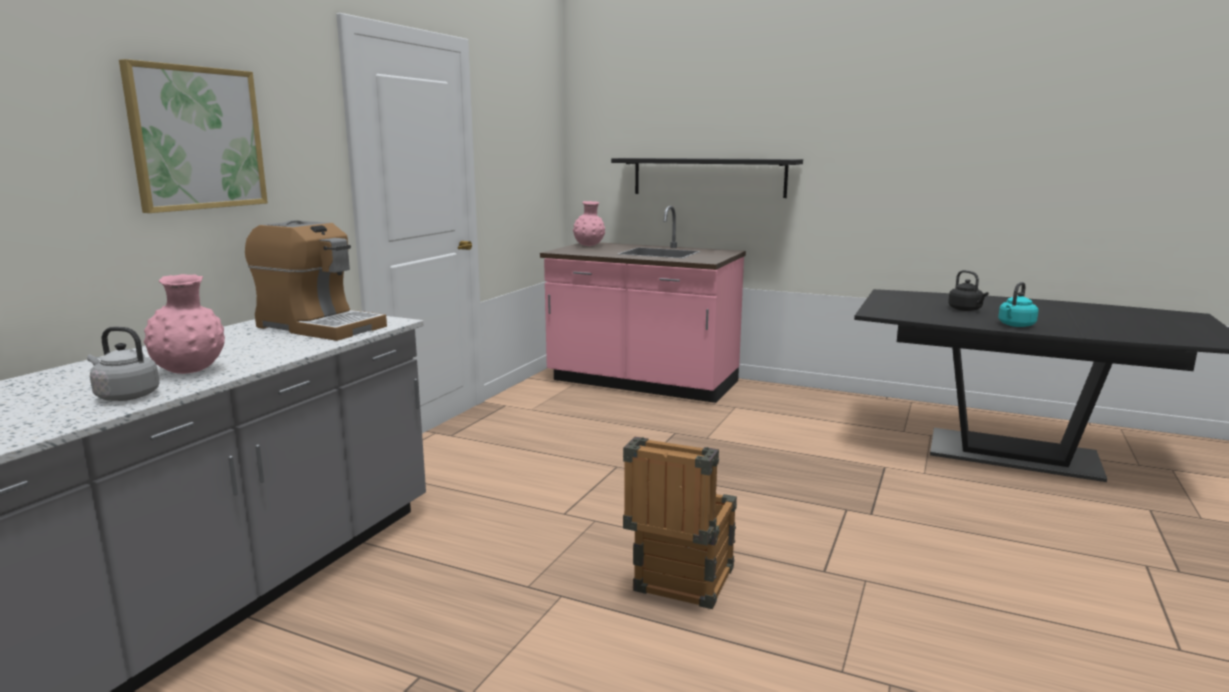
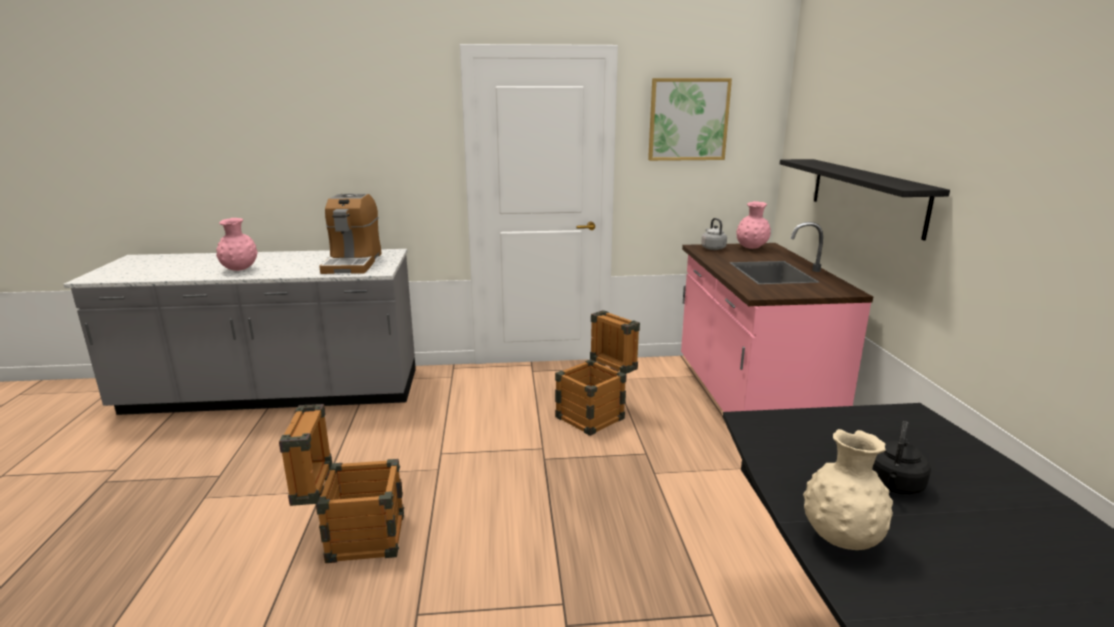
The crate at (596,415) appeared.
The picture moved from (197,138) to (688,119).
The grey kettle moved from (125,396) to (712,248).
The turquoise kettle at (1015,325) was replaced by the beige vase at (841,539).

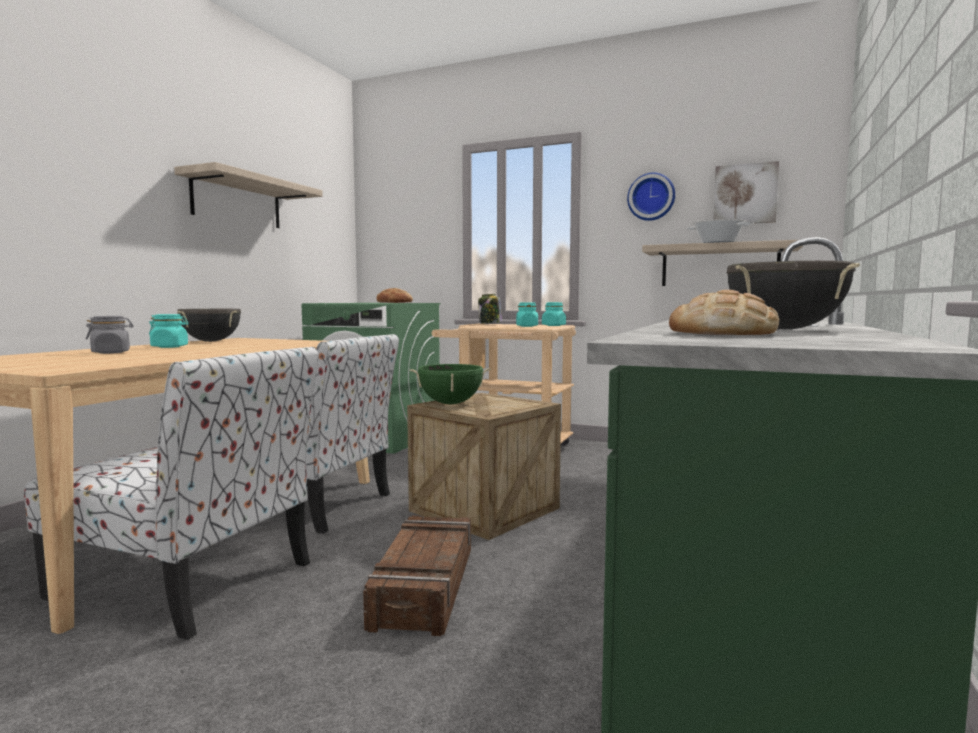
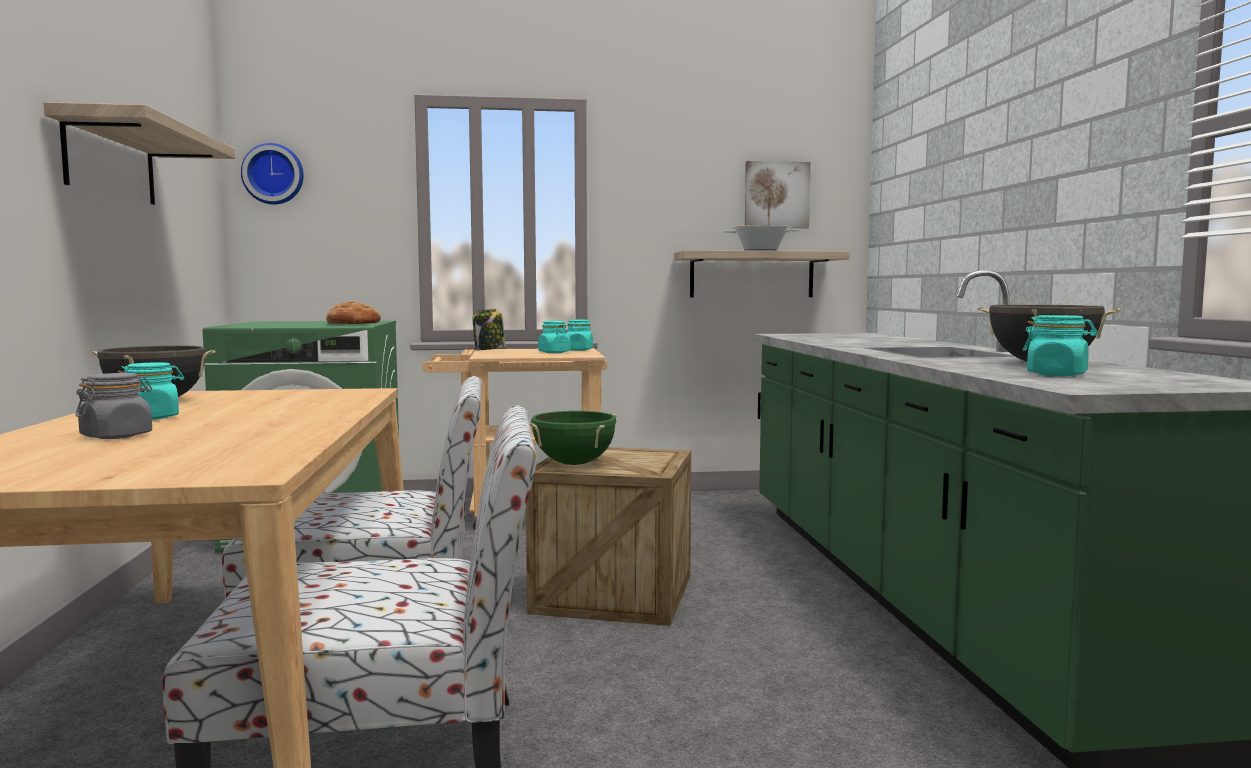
The wall clock moved from (651,197) to (274,174).
The bread at (722,333) was replaced by the turquoise jar at (1057,374).
The crate at (423,586) disappeared.

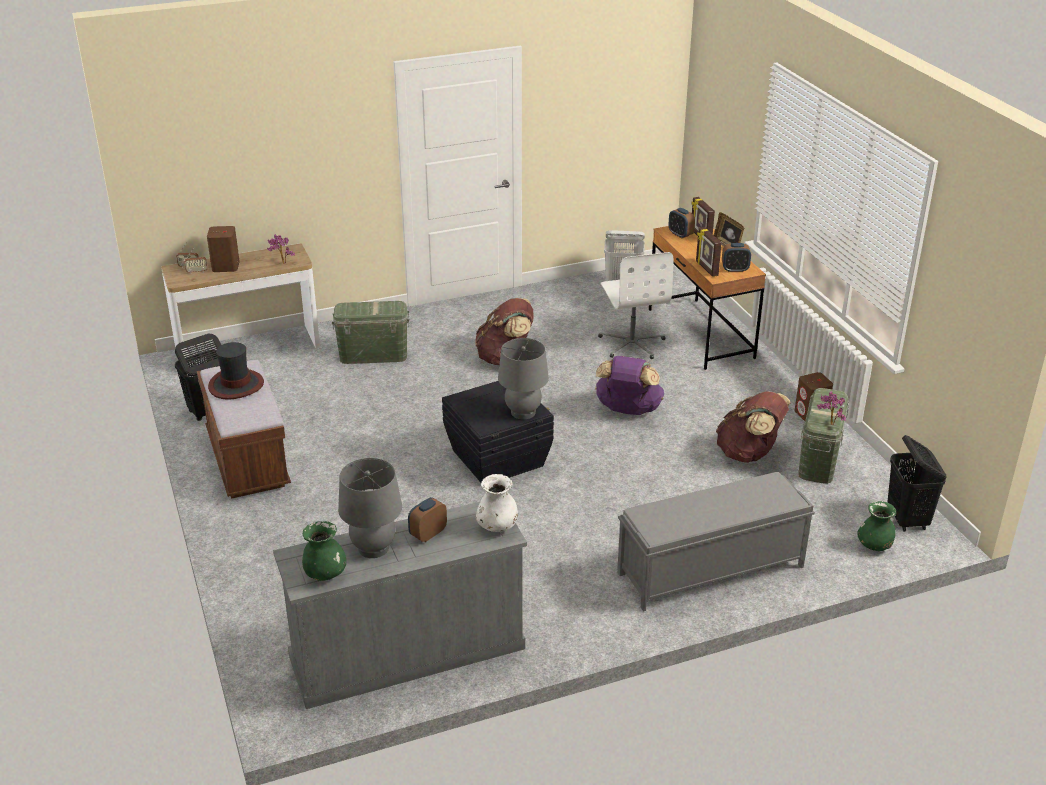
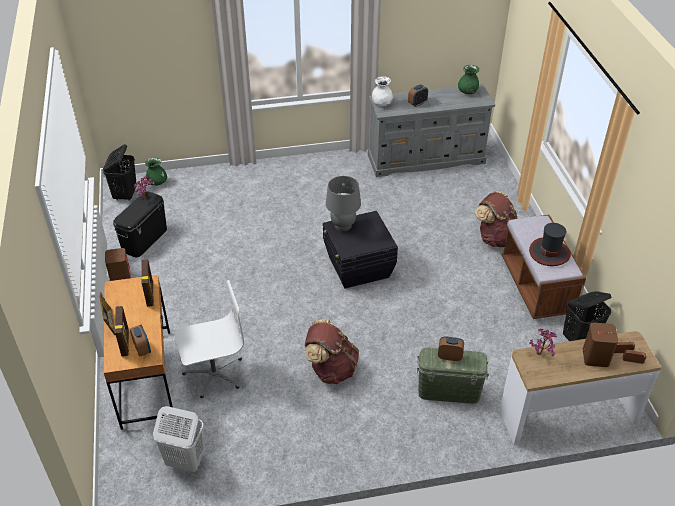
The green storage box at (819,460) became the black storage box at (144,239).
The white office chair at (632,343) turned 75 degrees clockwise.
The alarm clock moved from (735,270) to (449,356).
The brown backpack moved from (749,454) to (496,238).
The grey table lamp at (373,548) disappeared.
The purple backpack at (627,410) disappeared.
The grey bench at (709,570) disappeared.

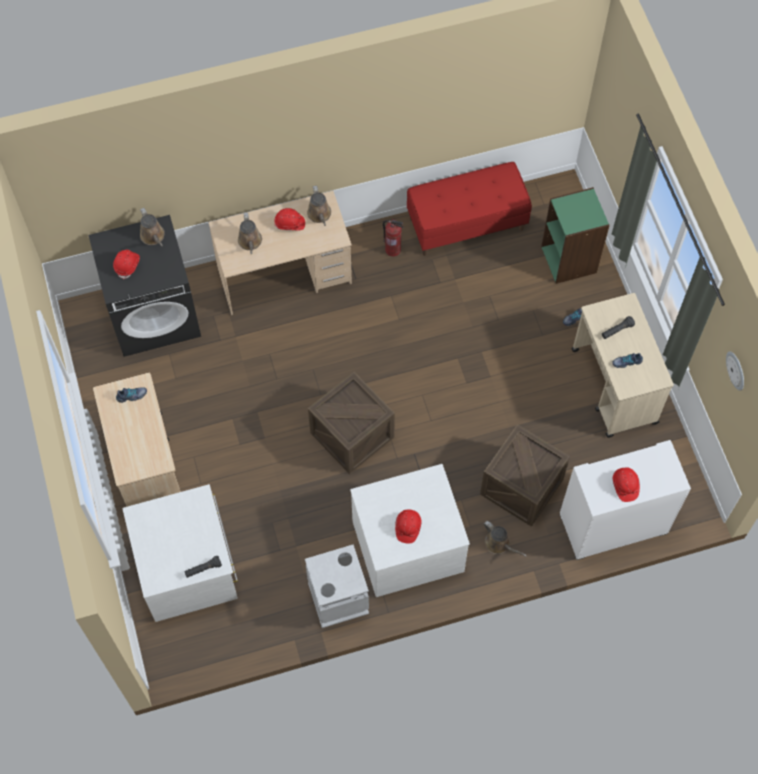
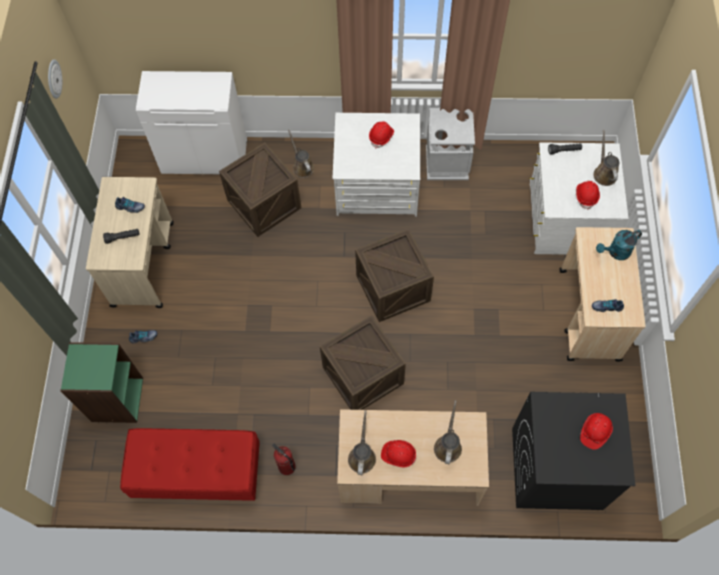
The crate at (363,375) appeared.
The red hard hat moved from (625,486) to (586,196).
The brown watering can moved from (153,236) to (604,173).
The turquoise watering can at (616,252) appeared.

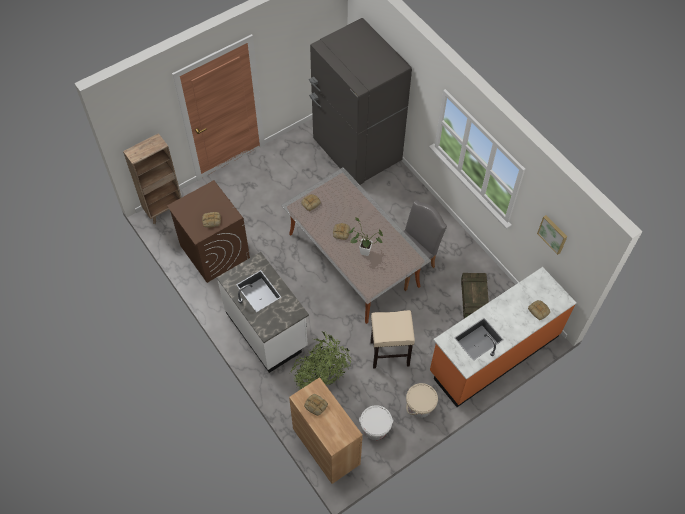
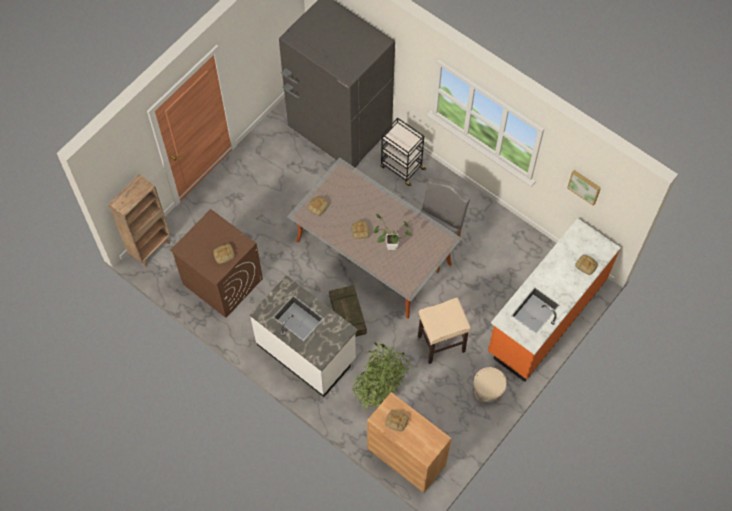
The crate moved from (473,299) to (347,316).
The black cart at (401,167) appeared.
The white bucket at (375,428) disappeared.

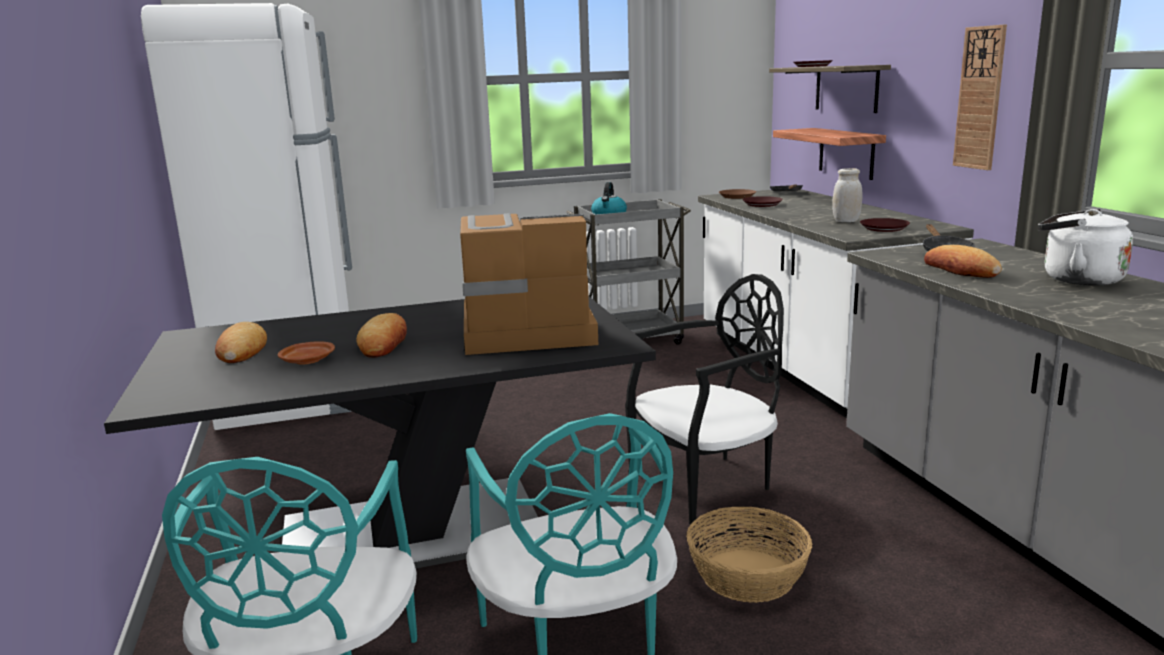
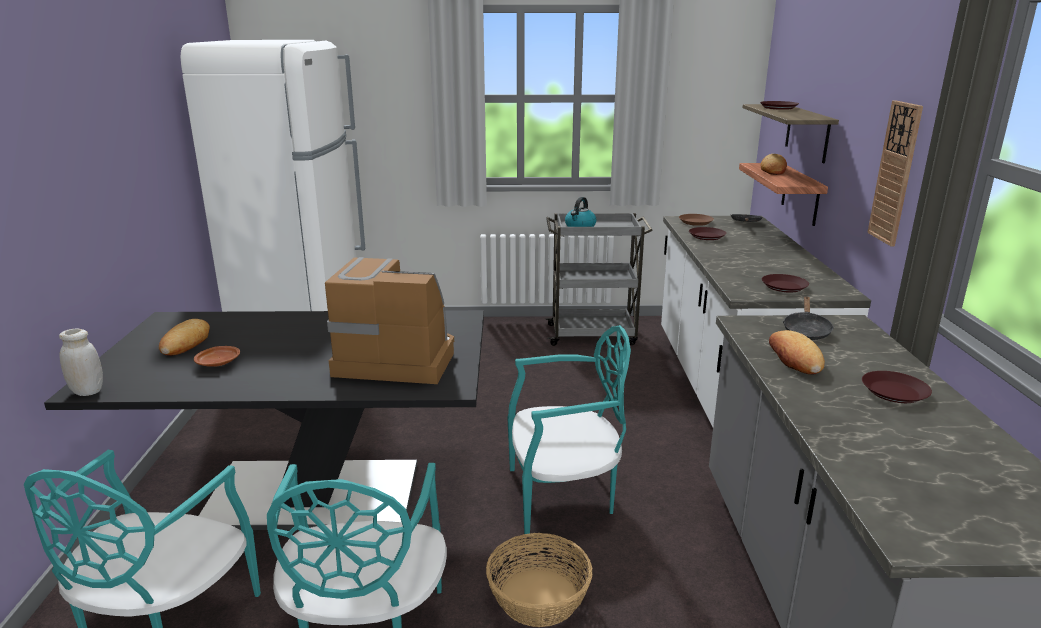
The white jar moved from (846,221) to (87,391).
The black chair at (706,484) became the turquoise chair at (563,496).
The bread moved from (384,342) to (774,169).
The white kettle at (1076,279) was replaced by the brown plate at (894,392).

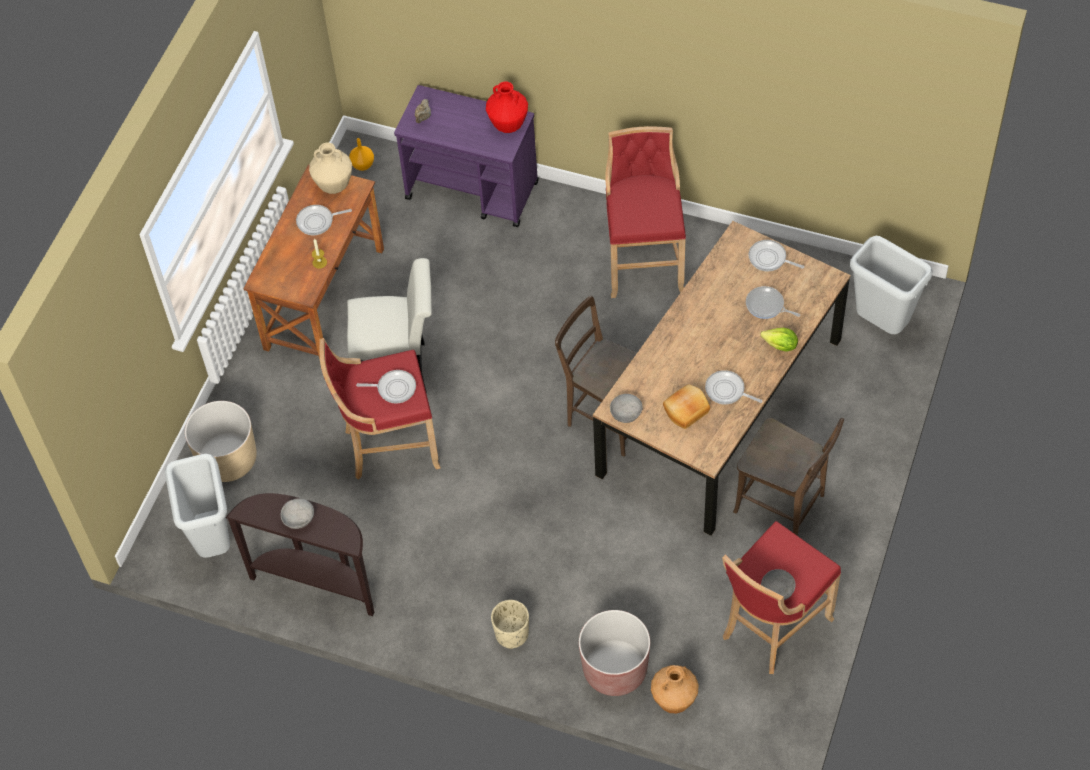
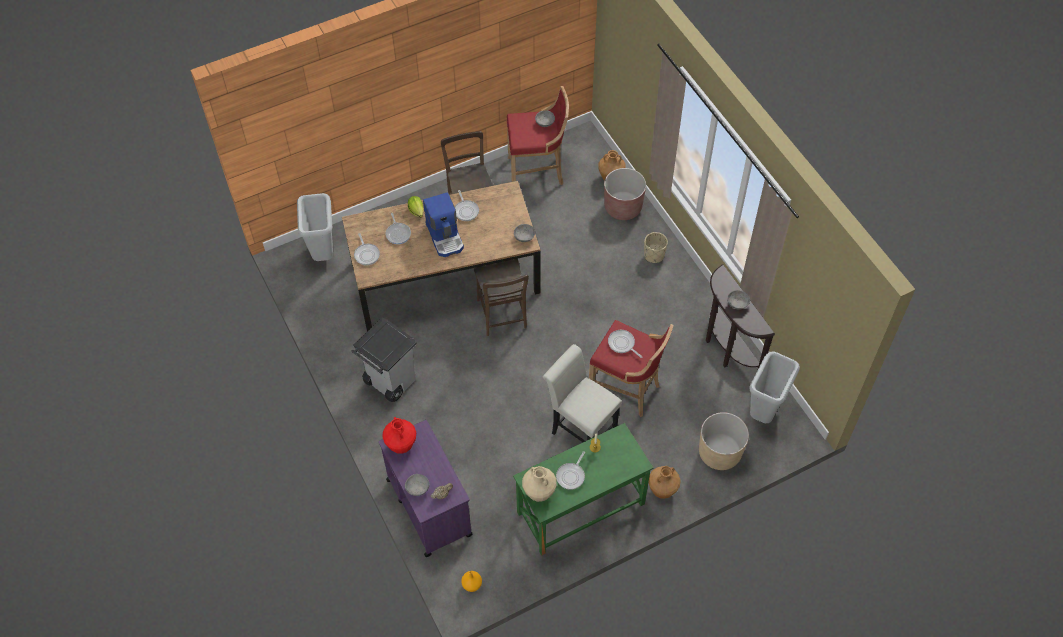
The red stool at (644,260) was replaced by the grey trash can at (389,381).
The grey bowl at (418,488) appeared.
The coffee machine at (445,237) appeared.
The brown desk at (324,298) became the green desk at (581,508).
The frying pan at (317,221) turned 90 degrees clockwise.
The brown vase at (662,490) appeared.
The bread at (685,410) disappeared.

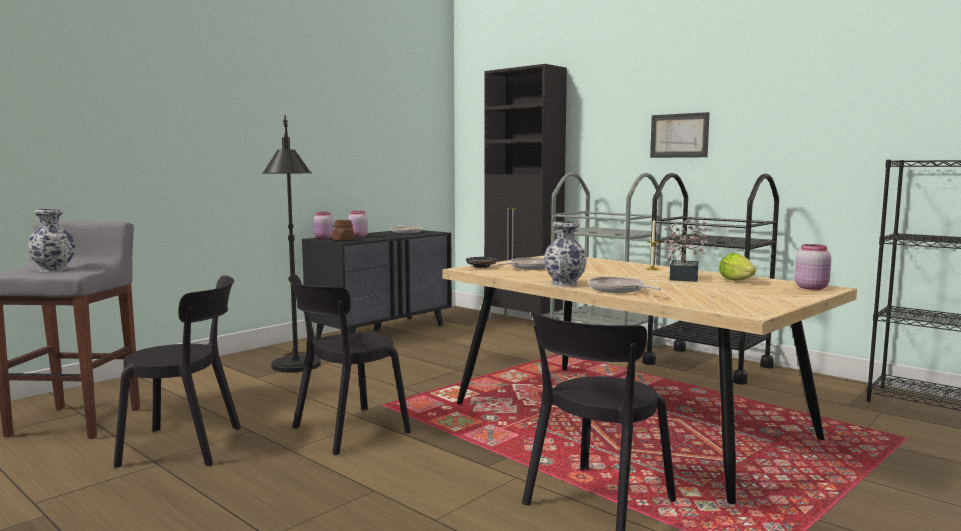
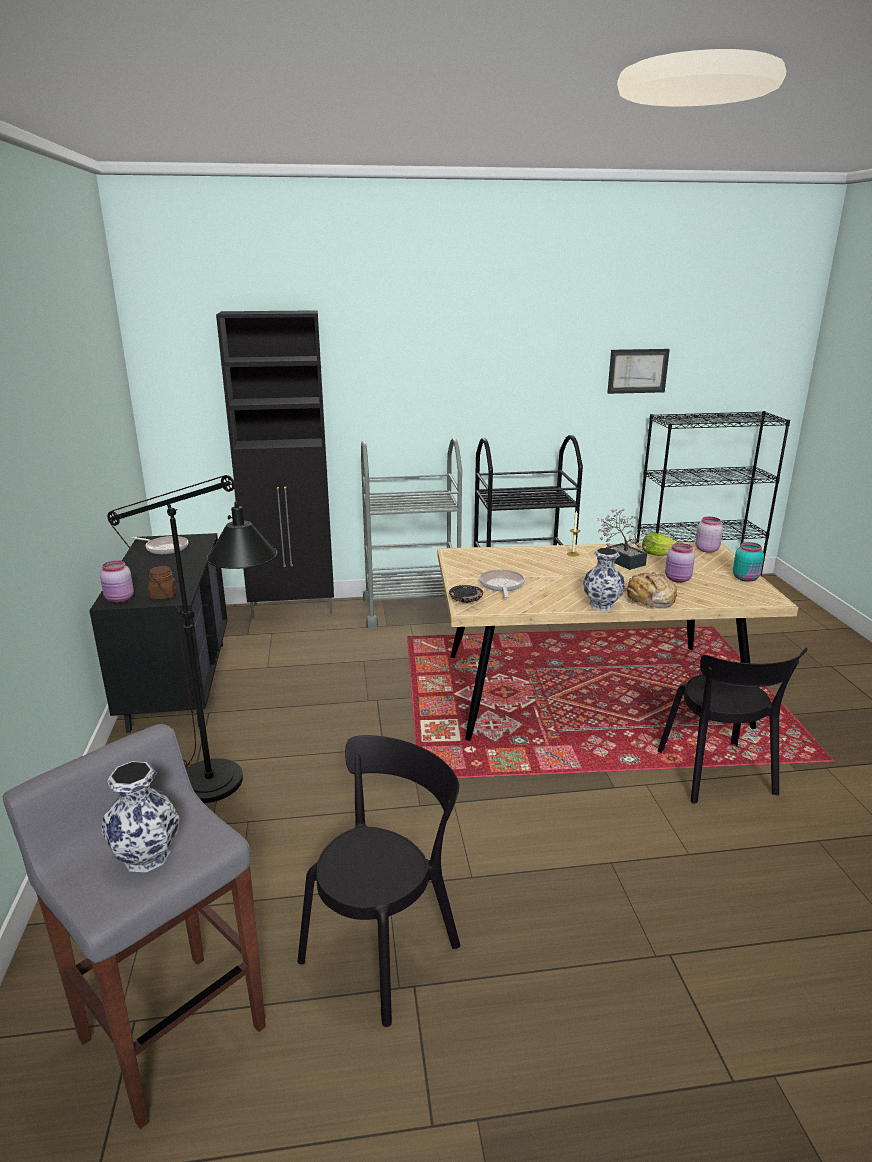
The picture moved from (679,135) to (637,371).
The frying pan at (618,290) was replaced by the bread at (650,599).
The pink jar moved from (357,236) to (678,579).
The turquoise jar at (746,578) appeared.
The black chair at (345,431) disappeared.

